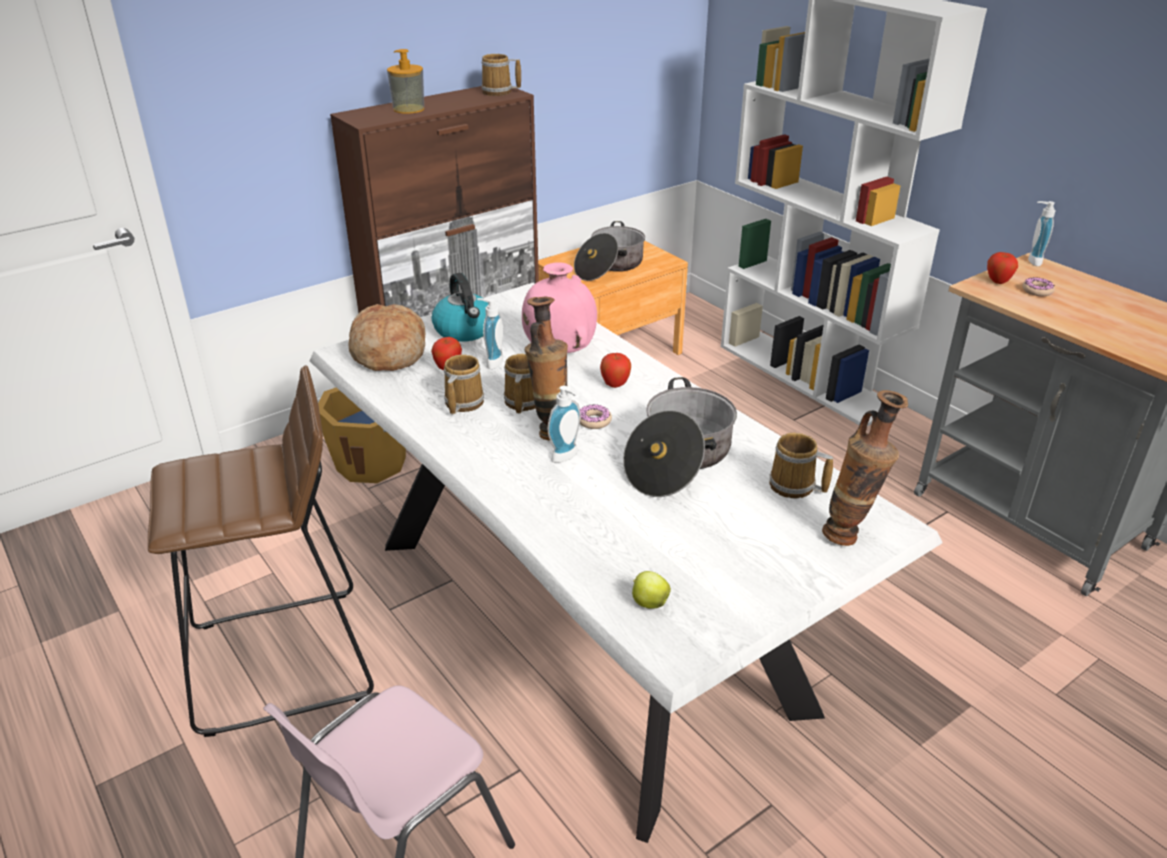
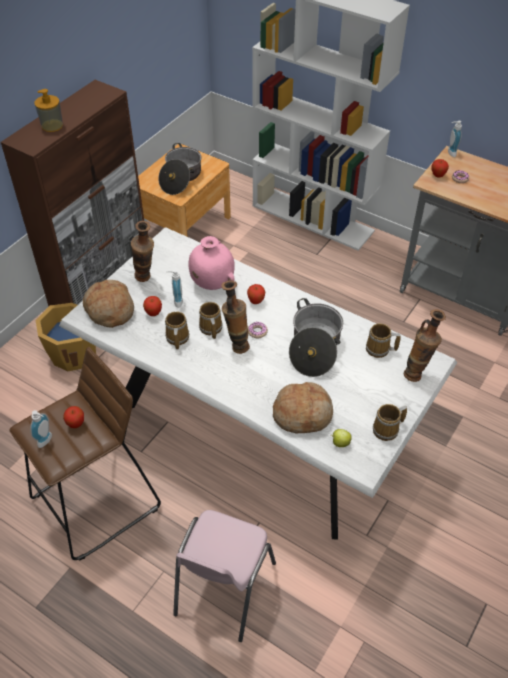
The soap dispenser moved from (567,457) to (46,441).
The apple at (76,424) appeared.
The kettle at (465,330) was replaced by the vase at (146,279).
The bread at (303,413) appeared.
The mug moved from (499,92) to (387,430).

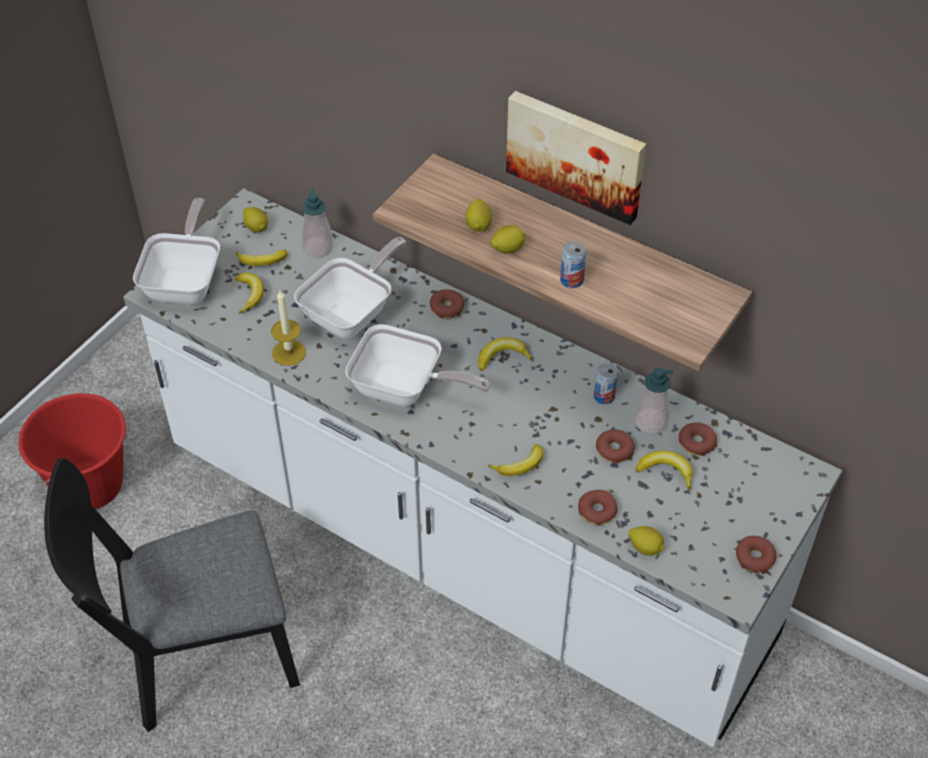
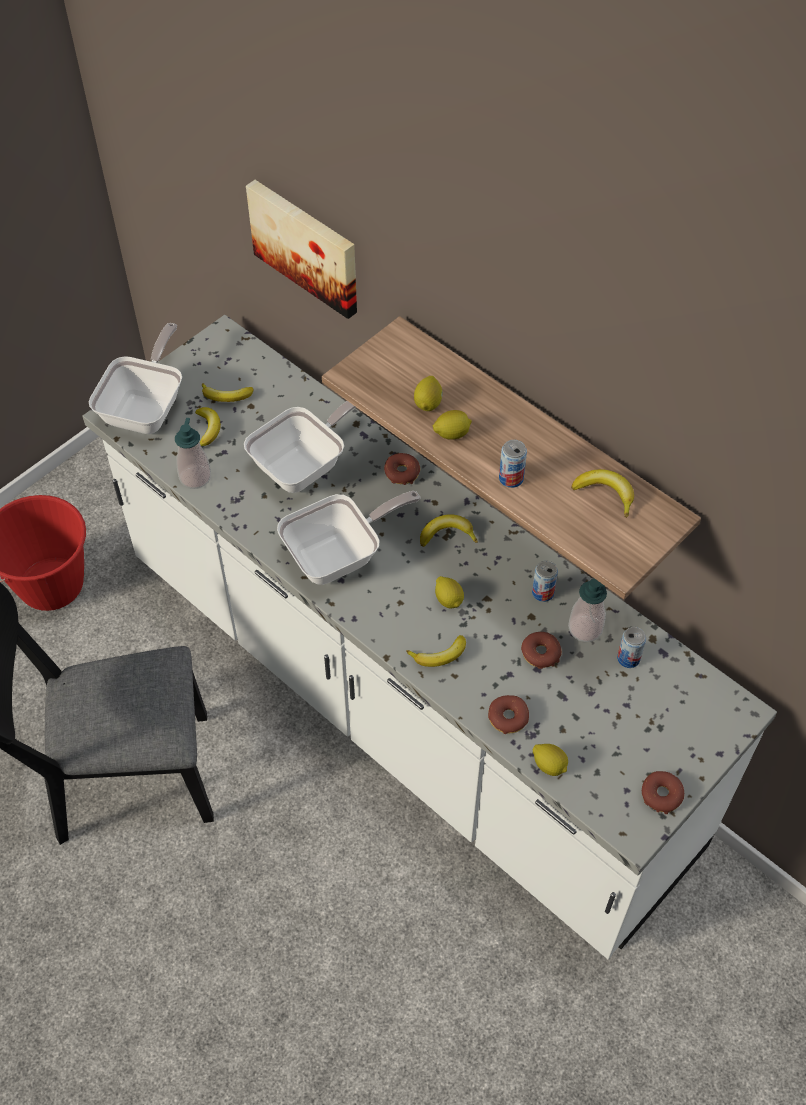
The soap dispenser moved from (318,248) to (195,477).
The picture moved from (576,154) to (306,246).
The frying pan at (405,390) turned 60 degrees counterclockwise.
The lemon moved from (256,227) to (449,599).
The banana moved from (666,471) to (605,494).
The donut at (696,443) was replaced by the can at (628,658).
The candle at (289,352) disappeared.

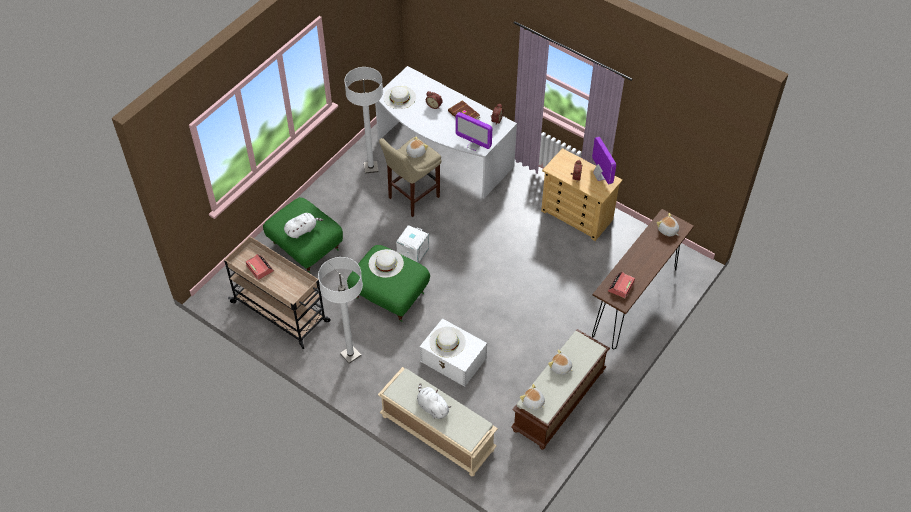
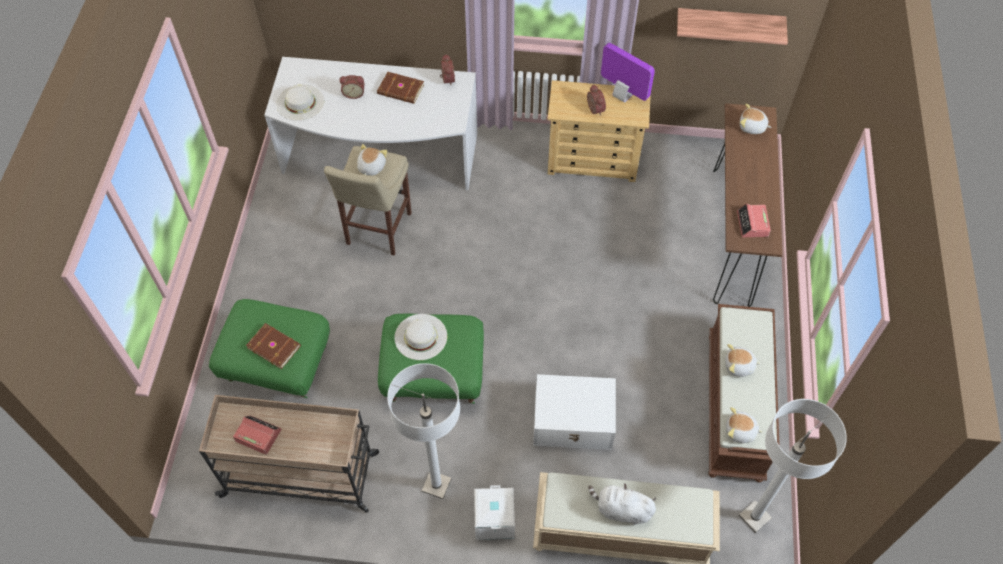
The white plush toy at (302,230) was replaced by the brown book at (274,346).
The white storage box moved from (412,251) to (493,520).
The shelf at (729,23) appeared.
The white floor lamp moved from (371,168) to (754,517).
The white hat at (447,342) disappeared.
The monitor at (473,145) disappeared.

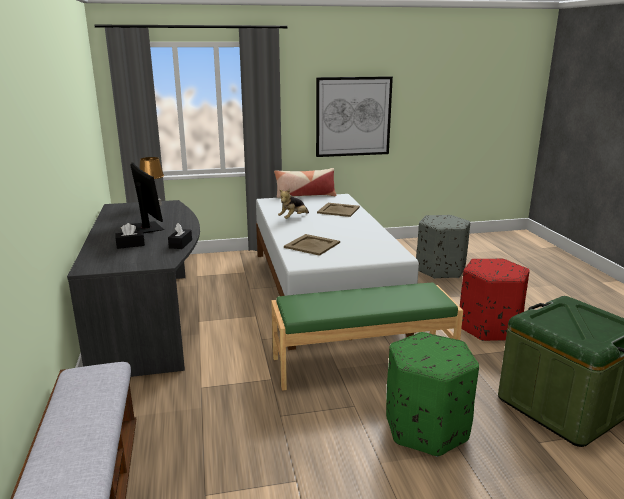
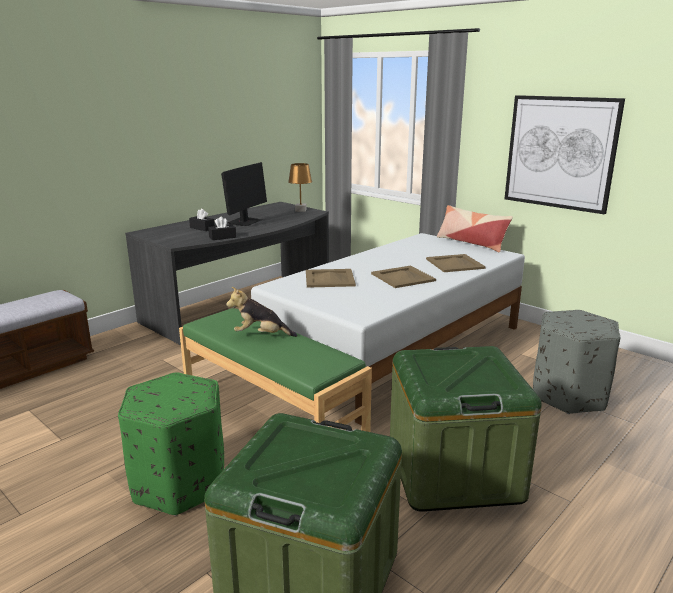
The plush toy moved from (293,218) to (261,335).
The beige tray at (403,277) appeared.
The red ottoman at (488,327) was replaced by the green storage box at (453,471).

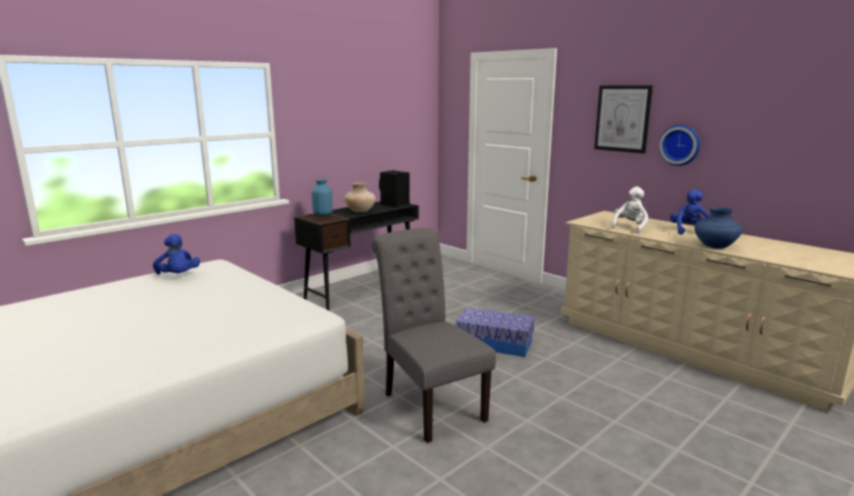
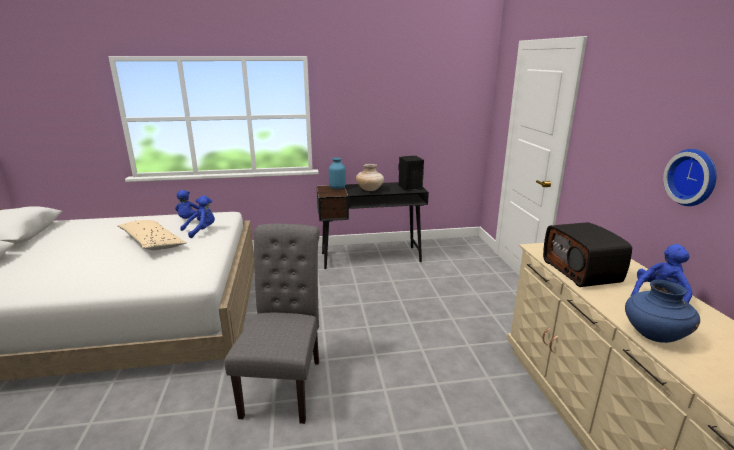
The beige pillow at (152,243) appeared.
The blue plush toy at (201,230) appeared.
The white plush toy at (629,228) was replaced by the radio at (582,271).
The storage box at (494,343) disappeared.
The picture at (622,118) disappeared.

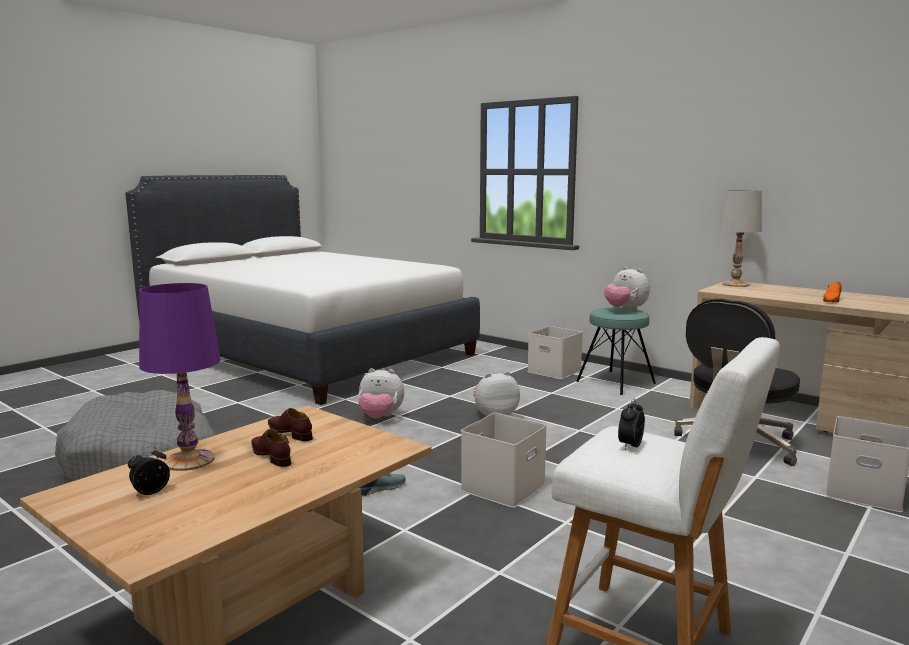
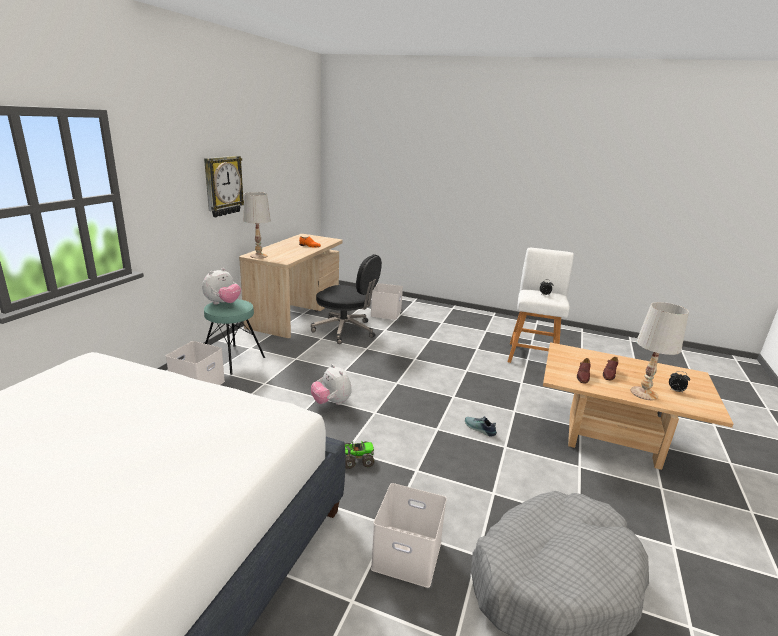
The wall clock at (223,186) appeared.
The plush toy at (380,417) was replaced by the toy truck at (356,459).
The white storage box moved from (502,486) to (405,555).
The purple table lamp at (190,460) became the white table lamp at (643,393).

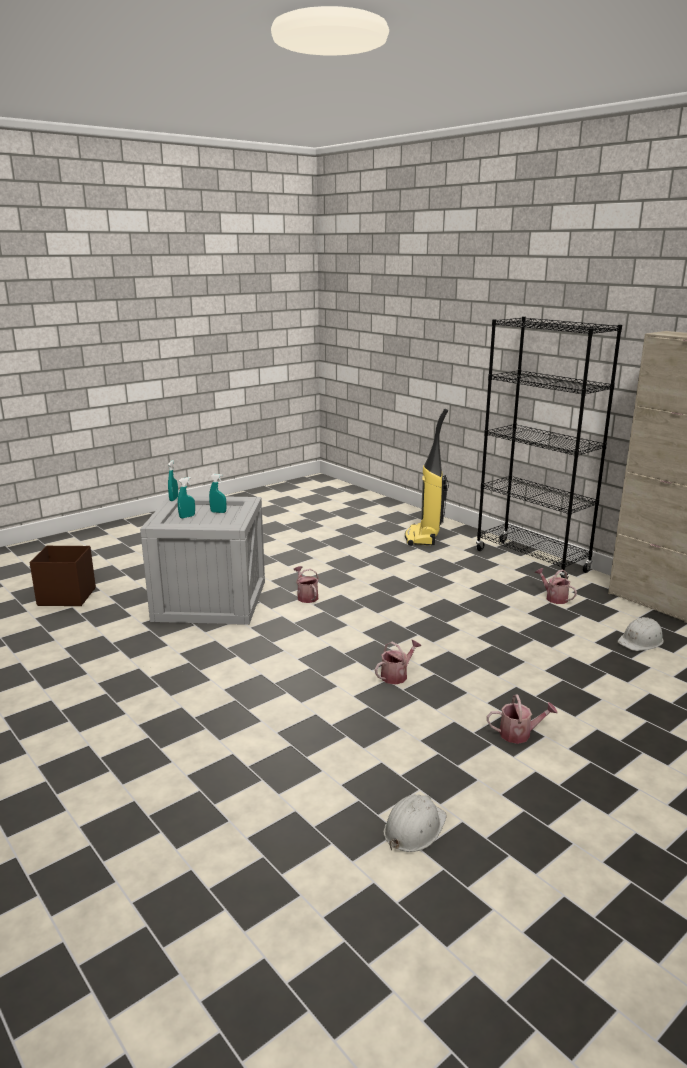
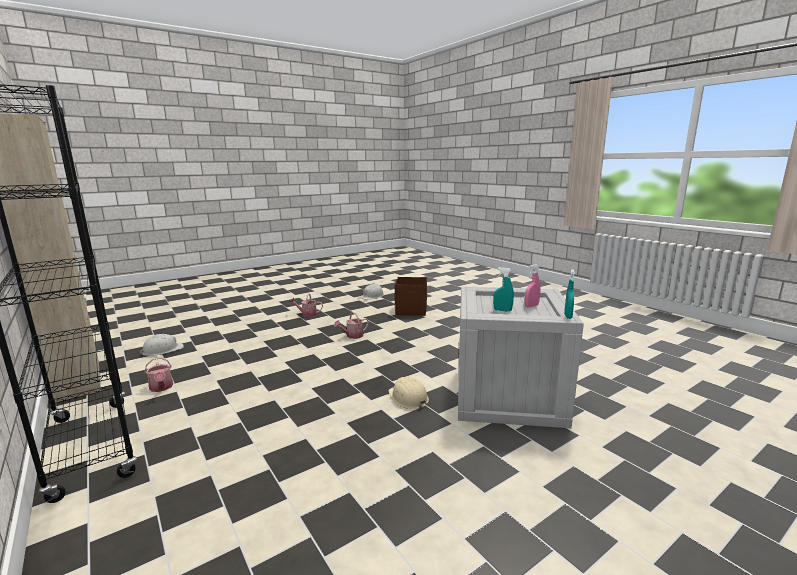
The watering can at (306,596) was replaced by the beige hard hat at (408,398).
The brown storage box moved from (66,596) to (412,310).
The turquoise spray bottle at (187,517) became the pink spray bottle at (531,306).
The vacuum cleaner at (423,537) disappeared.

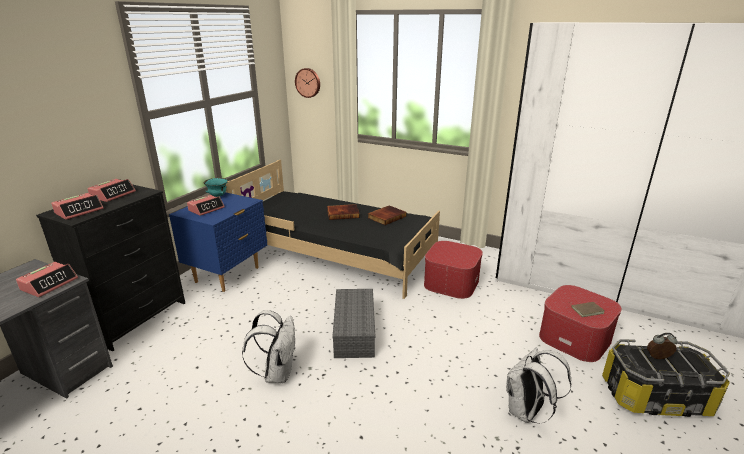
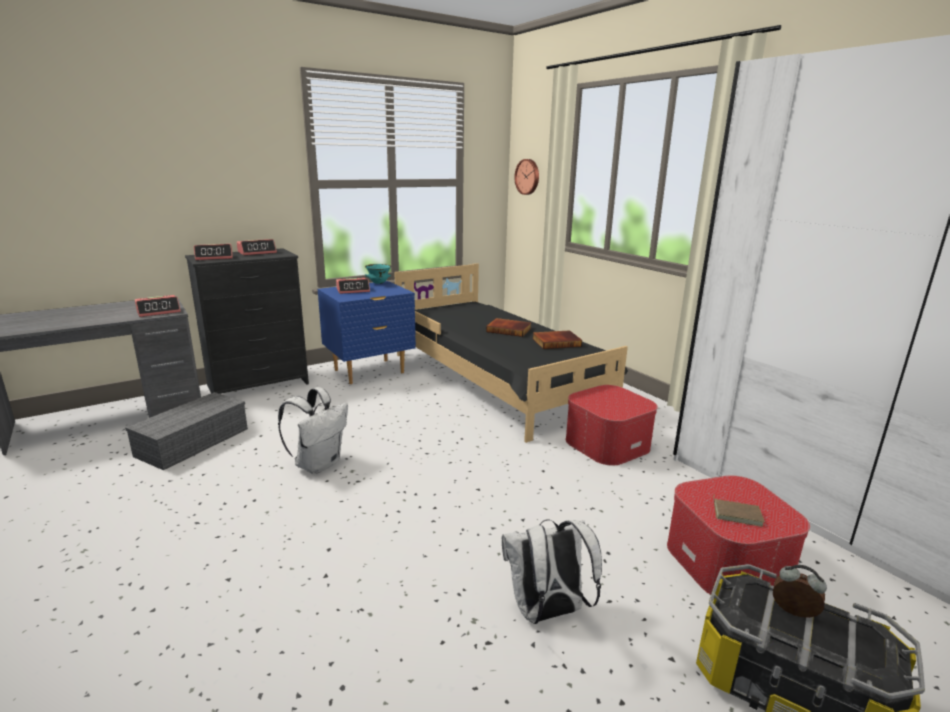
The grey storage box moved from (353,331) to (193,441).

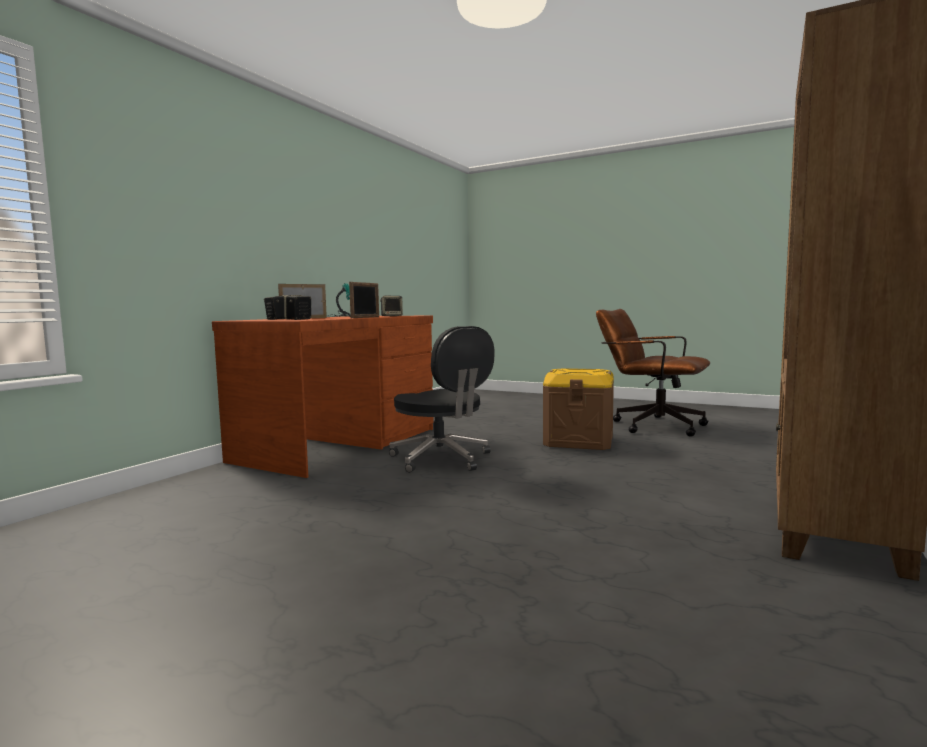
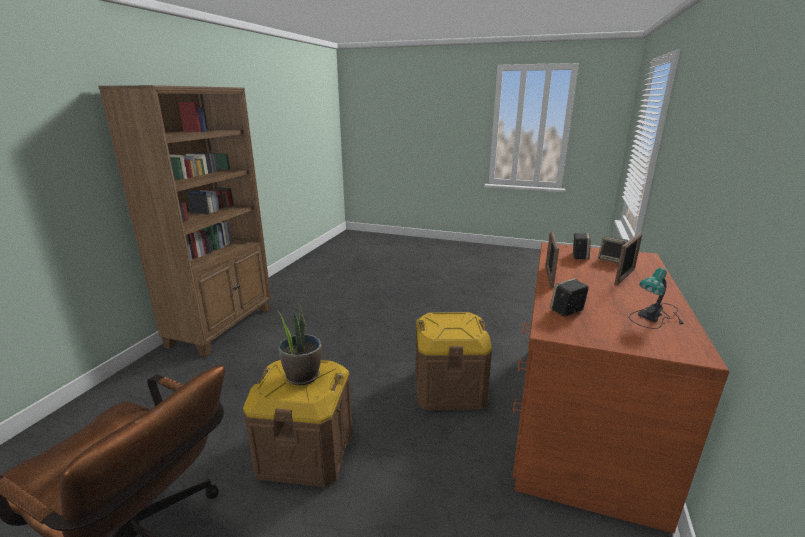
The potted plant at (302,376) appeared.
The black office chair at (442,459) was replaced by the brown storage box at (449,388).

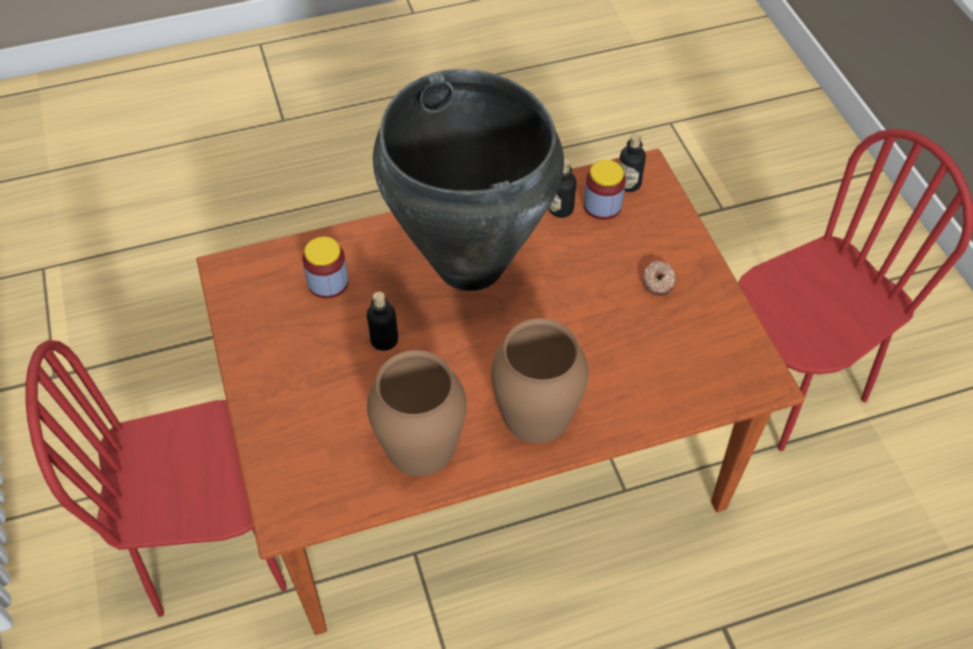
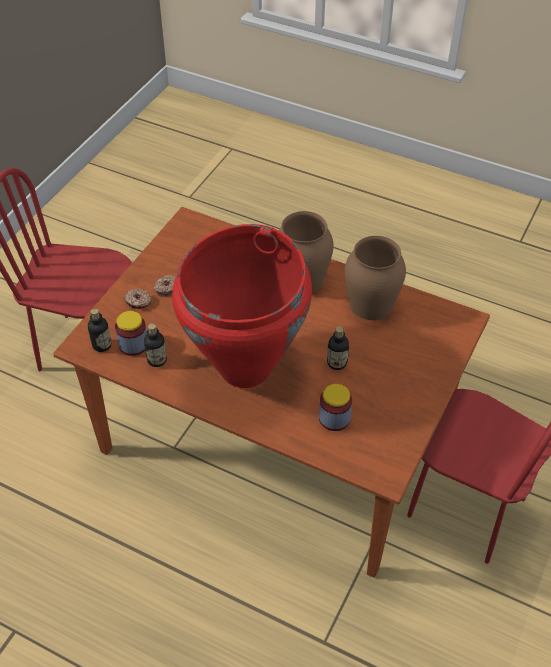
The donut at (138,302) appeared.
The black vase at (469,264) became the red vase at (245,368).

